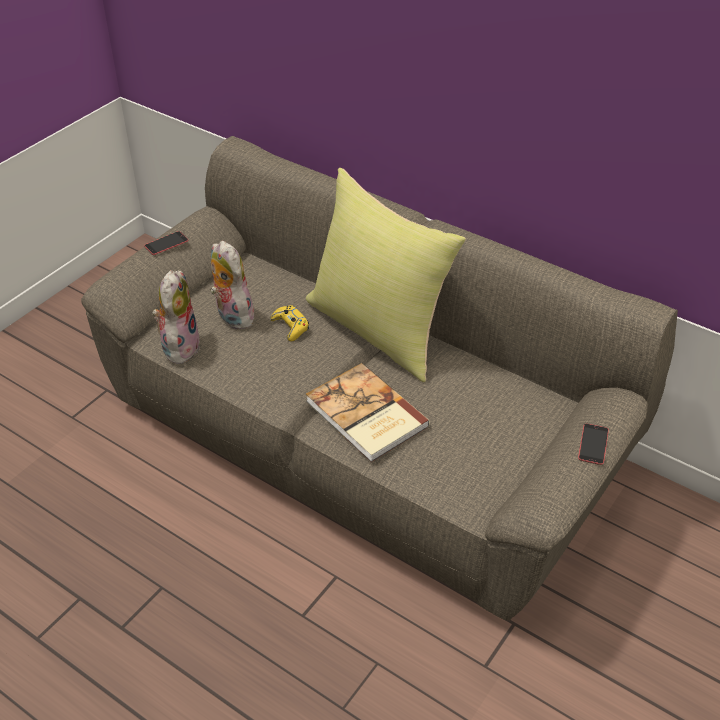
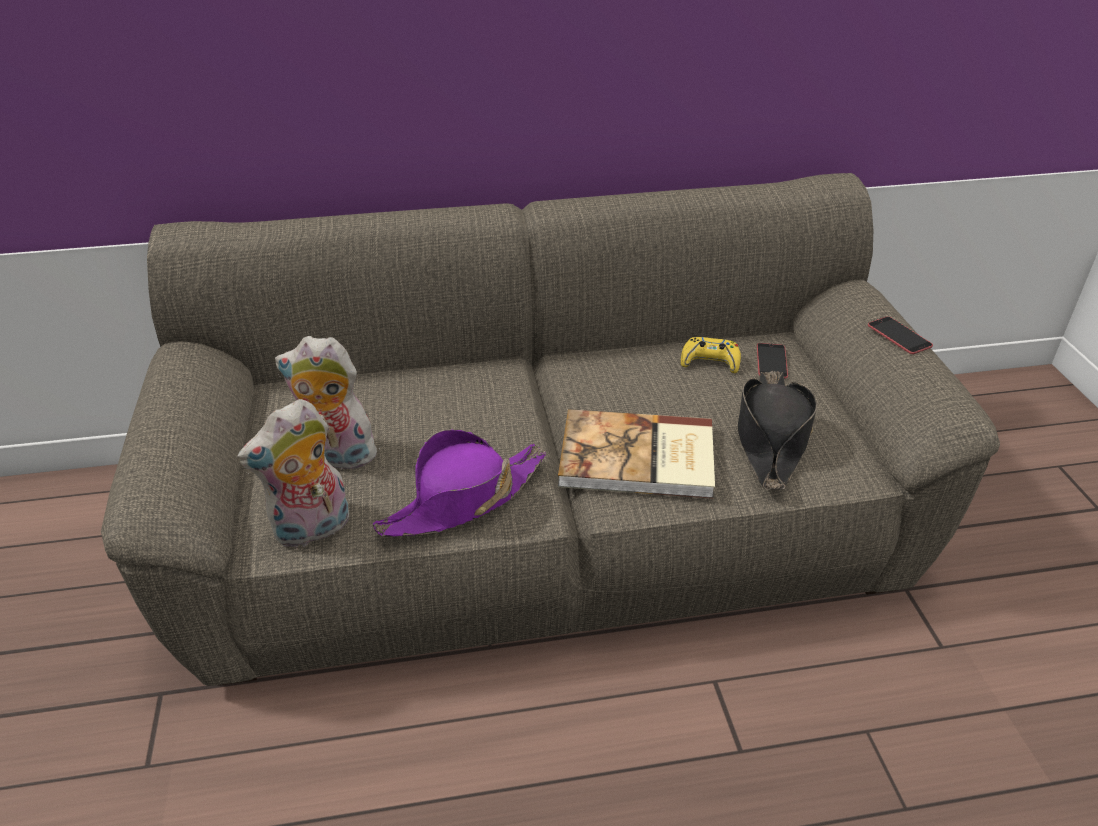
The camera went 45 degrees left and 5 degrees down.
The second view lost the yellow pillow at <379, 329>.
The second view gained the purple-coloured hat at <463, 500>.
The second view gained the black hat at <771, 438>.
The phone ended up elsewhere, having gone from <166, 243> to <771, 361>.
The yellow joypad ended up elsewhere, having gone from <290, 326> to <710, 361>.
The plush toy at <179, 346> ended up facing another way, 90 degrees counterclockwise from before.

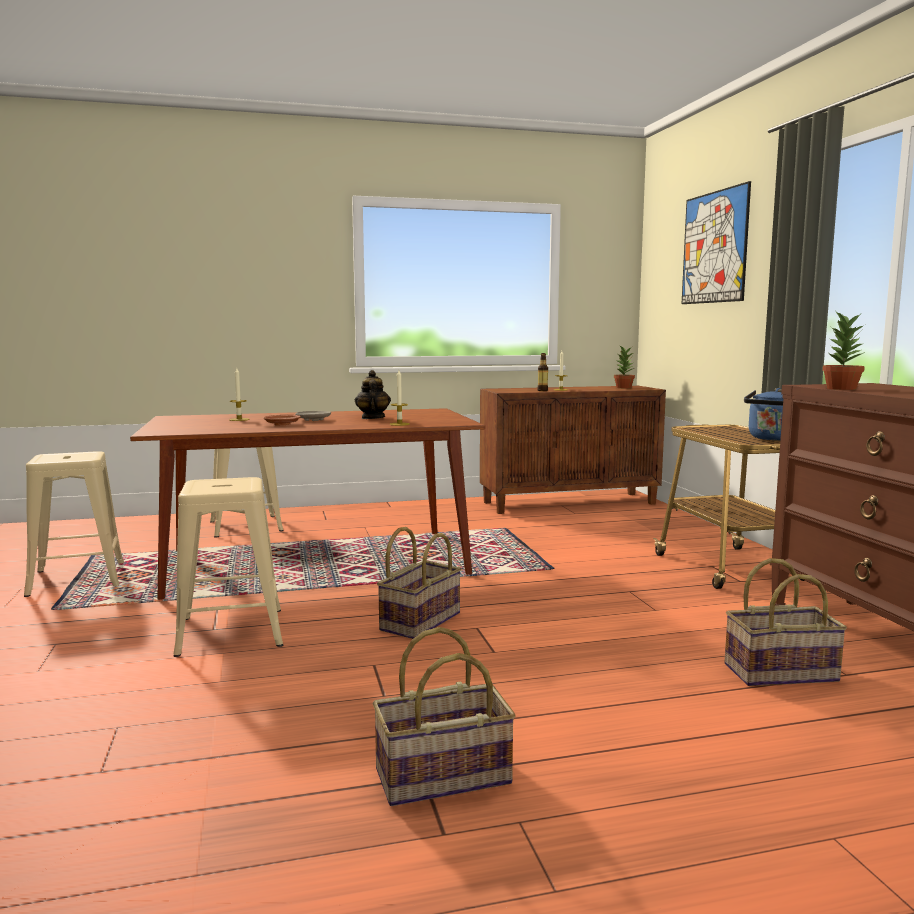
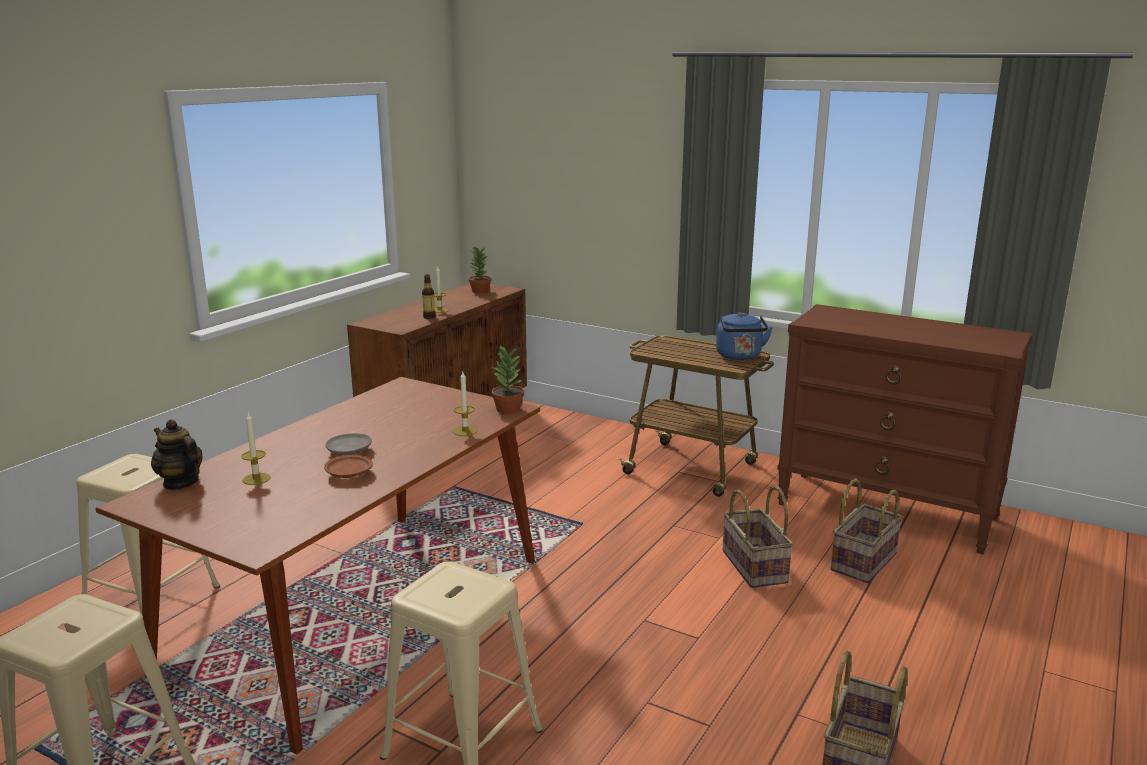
The camera went 45 degrees left and 10 degrees up.
The second view lost the wall art at <714, 247>.
The tea pot ended up elsewhere, having gone from <372, 418> to <180, 482>.
The household basket ended up elsewhere, having gone from <419, 621> to <753, 566>.
The plant in a pot ended up elsewhere, having gone from <840, 388> to <507, 409>.

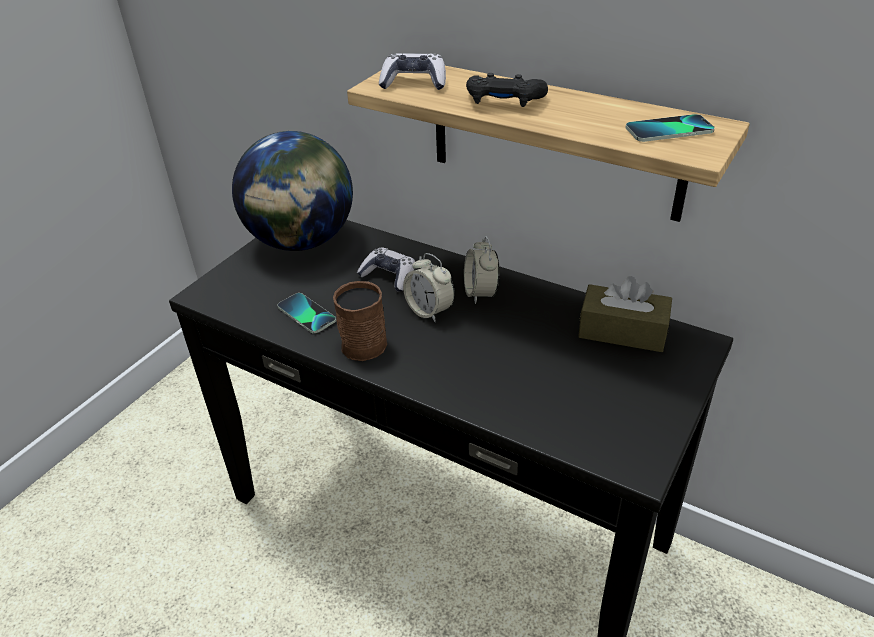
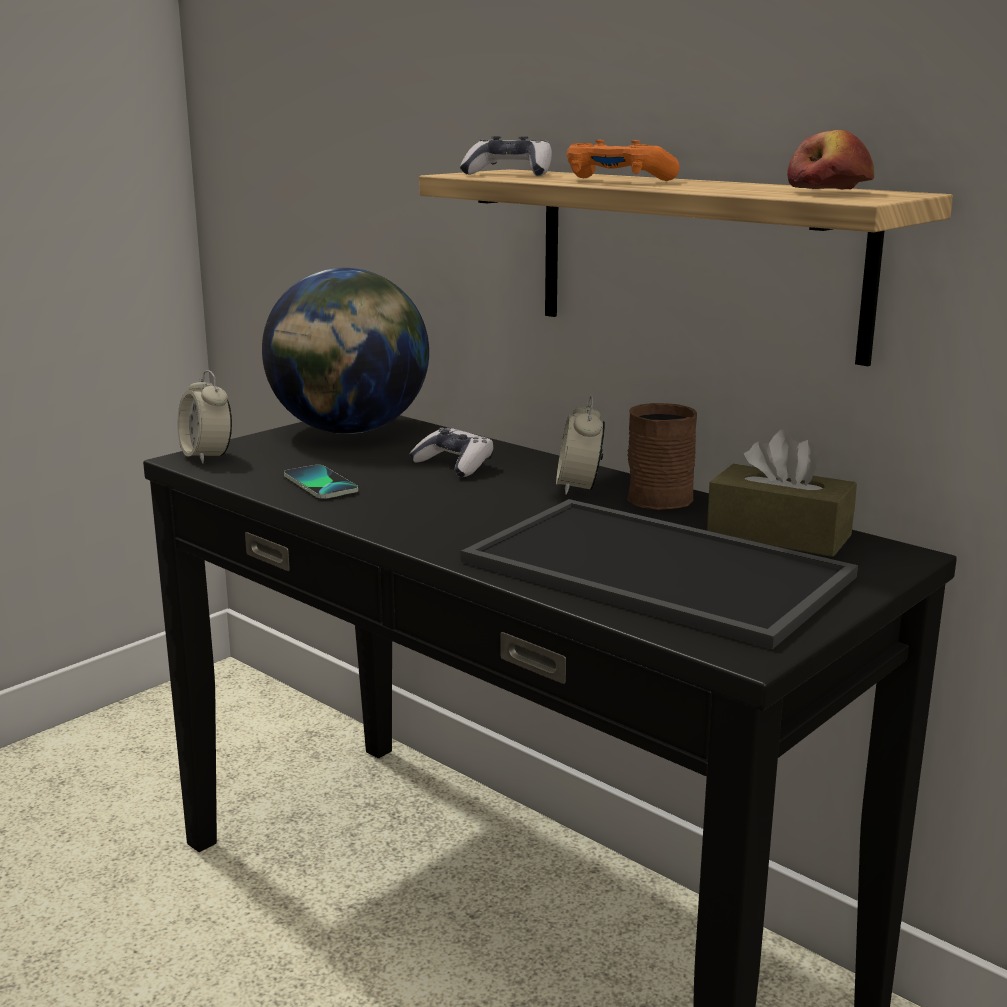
The camera went 10 degrees right and 20 degrees down.
The second view gained the serving tray at <649, 570>.
The brown-coloured coffee mug ended up elsewhere, having gone from <365, 340> to <662, 495>.
The table clock ended up elsewhere, having gone from <429, 311> to <207, 456>.
Where the phone stood at <669, 130>, the apple came to stand at <829, 192>.
What was the black joypad at <504, 102> turned into the orangey joypad at <617, 181>.

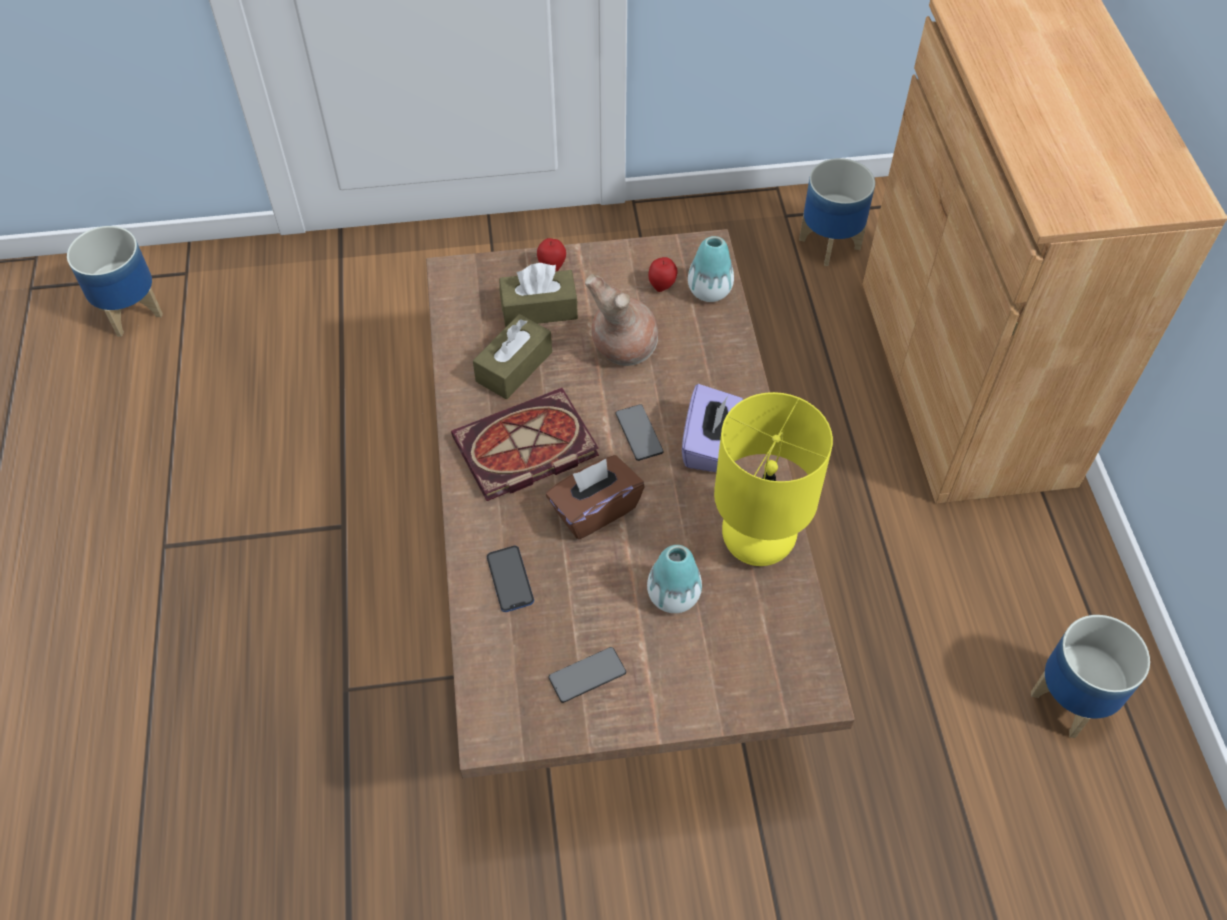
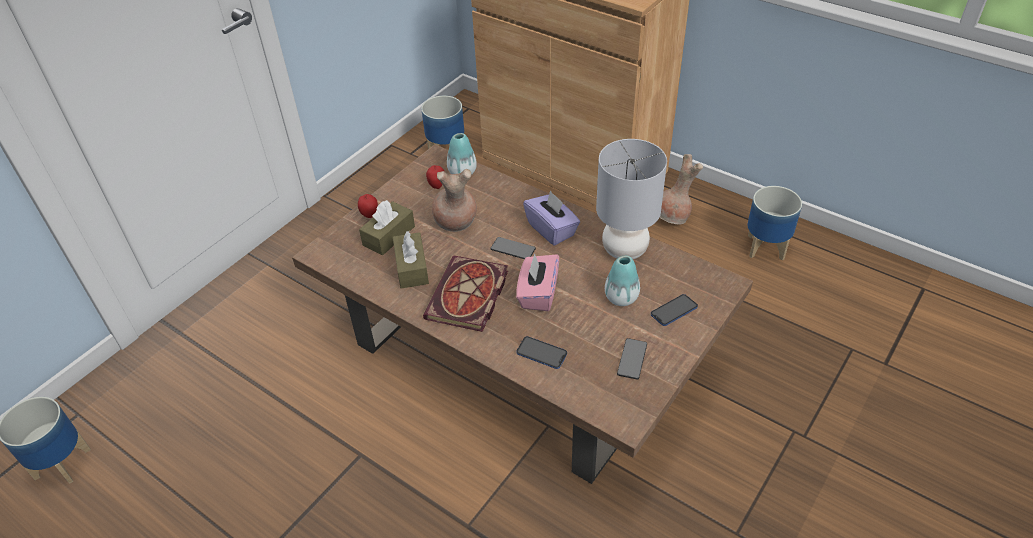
The camera went 45 degrees left and 10 degrees down.
The second view gained the phone at <674, 311>.
The second view gained the brown-coloured decorative vase at <673, 218>.
What was the brown-coloured tissue box at <594, 509> turned into the pink-coloured tissue box at <538, 294>.
What was the yellow tabletop lamp at <757, 544> turned into the gray tabletop lamp at <625, 250>.

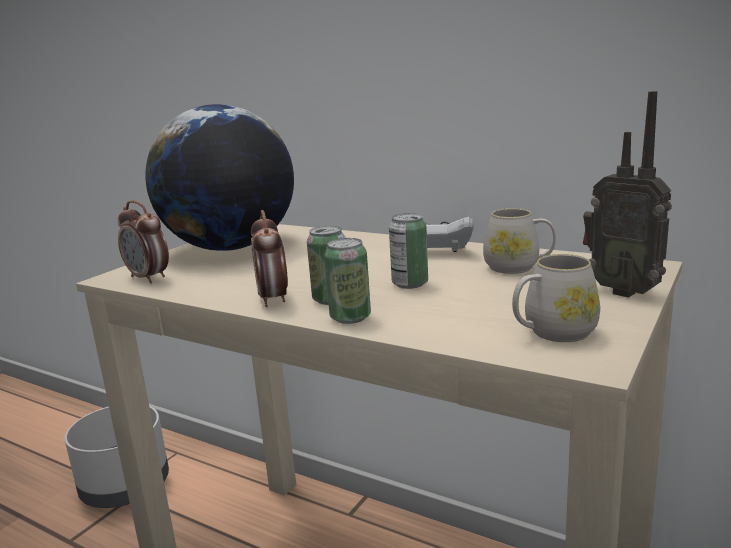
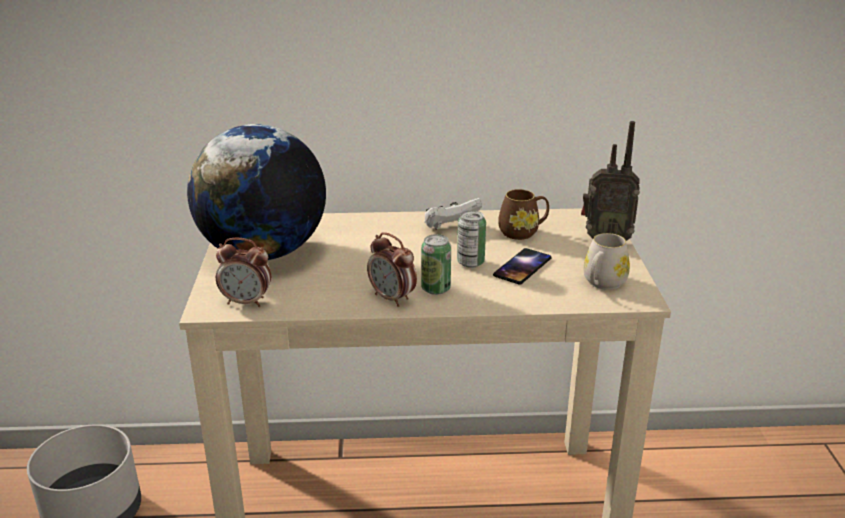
The camera went 35 degrees left and 10 degrees up.
The second view lost the metal can at <350, 317>.
The second view gained the phone at <522, 267>.
What was the white-coloured coffee mug at <518, 267> turned into the brown-coloured coffee mug at <523, 232>.

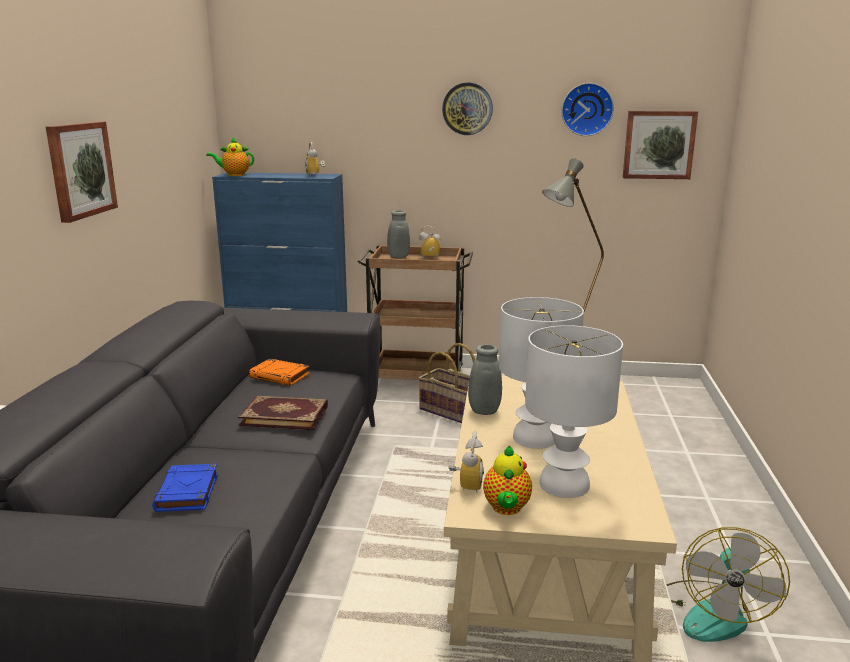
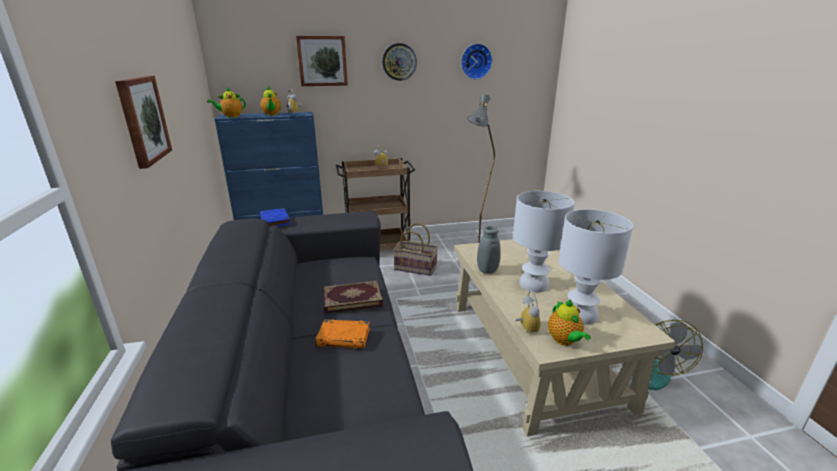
The camera went 20 degrees left and 5 degrees up.
The second view lost the gray decorative vase at <397, 258>.
The second view gained the tea pot at <272, 114>.
The bluish volume ended up elsewhere, having gone from <187, 493> to <275, 221>.
The orangey volume ended up elsewhere, having gone from <280, 376> to <344, 337>.
The wall art ended up elsewhere, having gone from <658, 144> to <322, 61>.

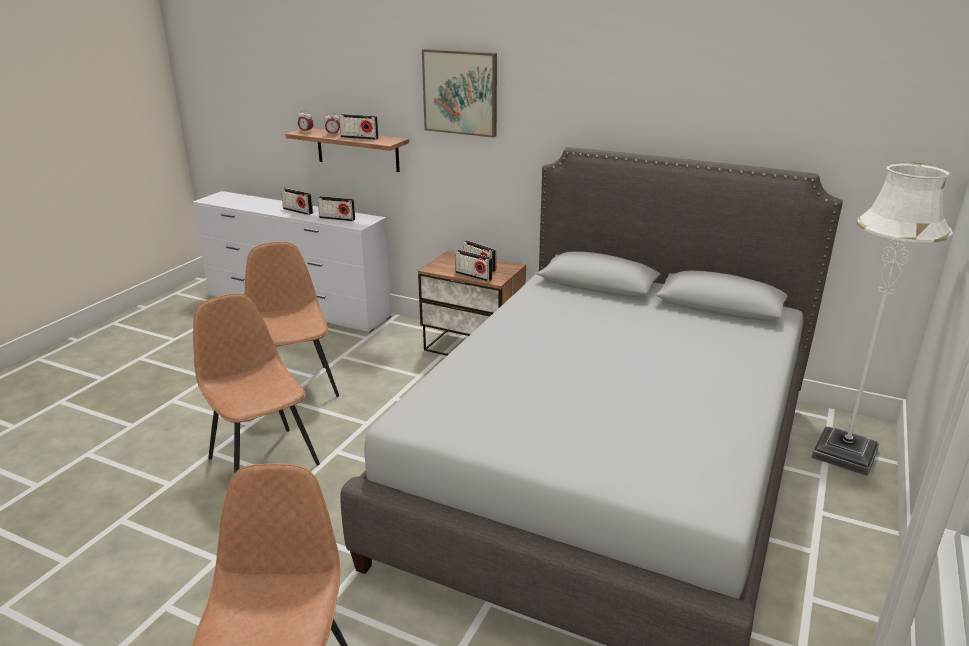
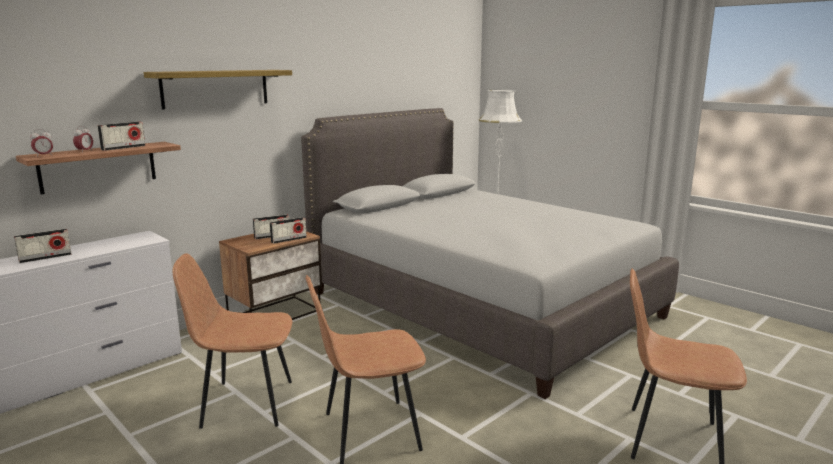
The camera went 70 degrees left and 10 degrees down.
The second view lost the radio receiver at <337, 218>.
Where the wall art hung at <460, 92>, the bracket shelf came to hang at <216, 88>.

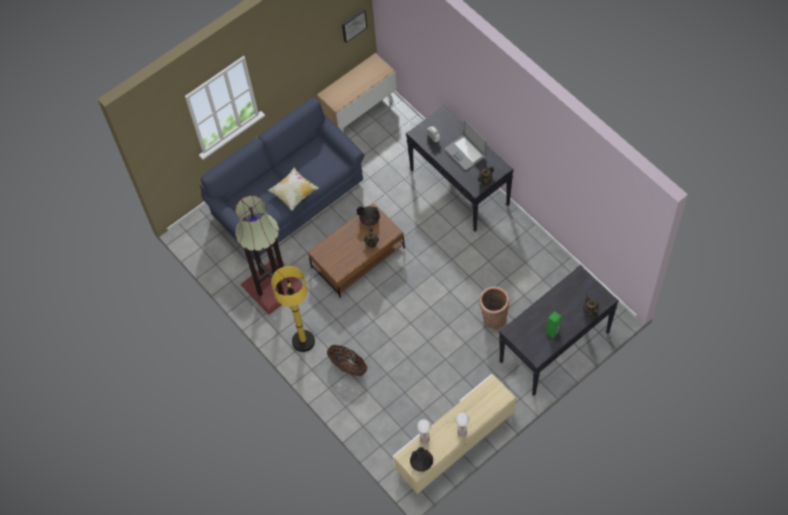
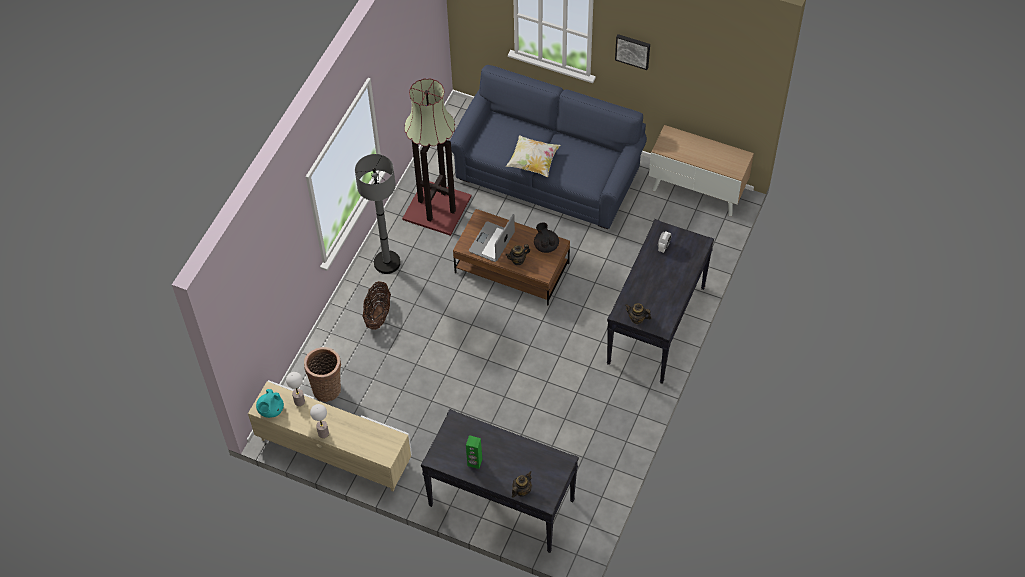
The camera went 60 degrees right and 5 degrees down.
The wall art ended up elsewhere, having gone from <353, 24> to <633, 50>.
The portable computer ended up elsewhere, having gone from <465, 152> to <492, 242>.
The household basket ended up elsewhere, having gone from <493, 318> to <327, 387>.
What was the yellow floor lamp at <303, 341> turned into the gray floor lamp at <387, 262>.
What was the black tea pot at <422, 463> turned into the turquoise-coloured tea pot at <270, 410>.

